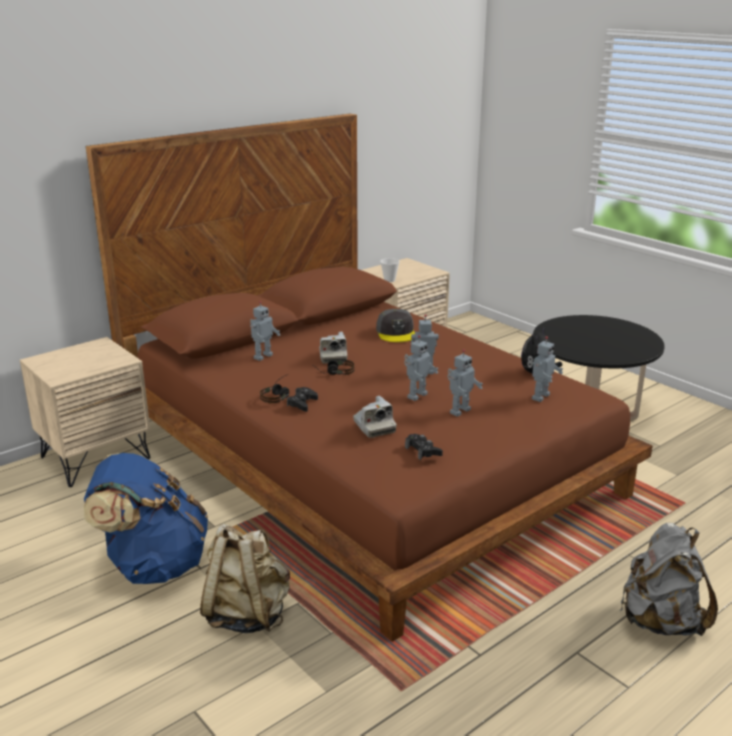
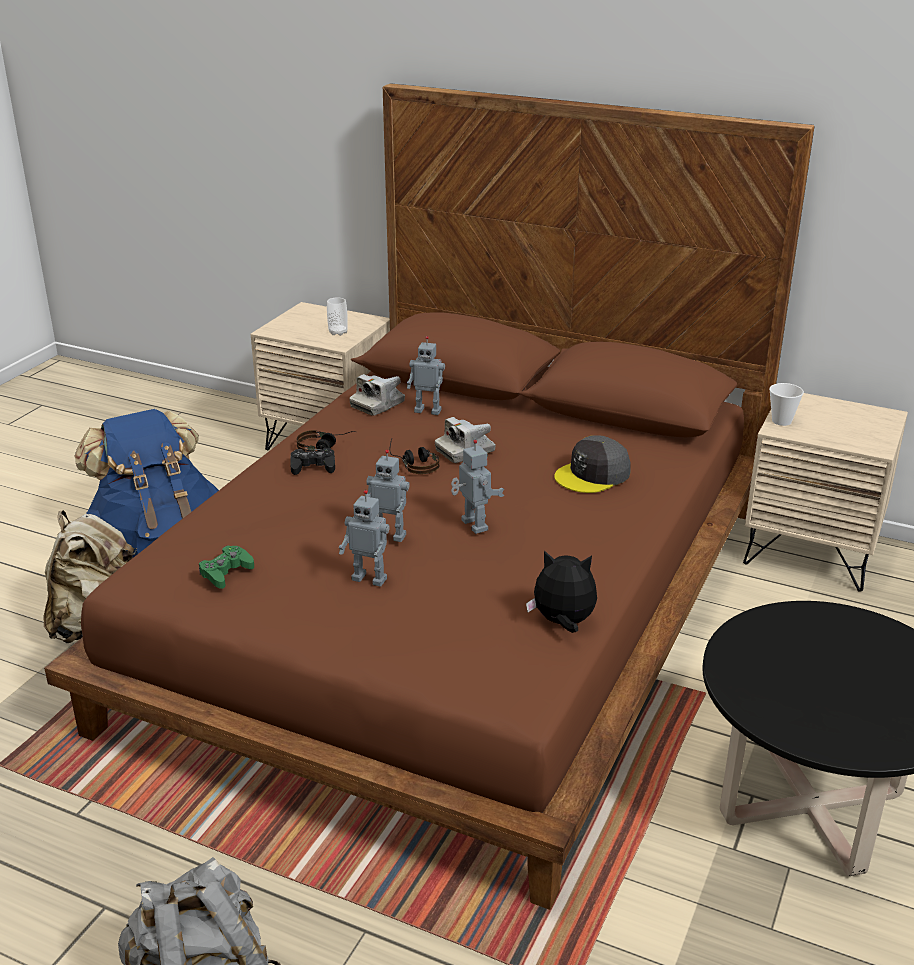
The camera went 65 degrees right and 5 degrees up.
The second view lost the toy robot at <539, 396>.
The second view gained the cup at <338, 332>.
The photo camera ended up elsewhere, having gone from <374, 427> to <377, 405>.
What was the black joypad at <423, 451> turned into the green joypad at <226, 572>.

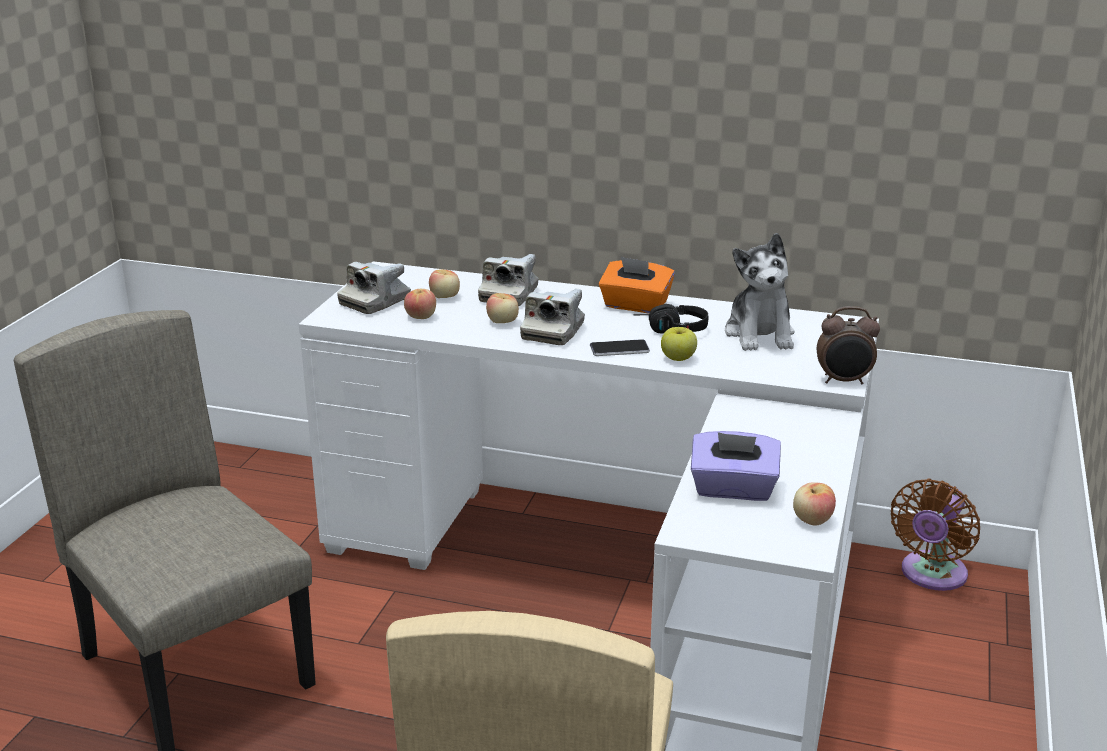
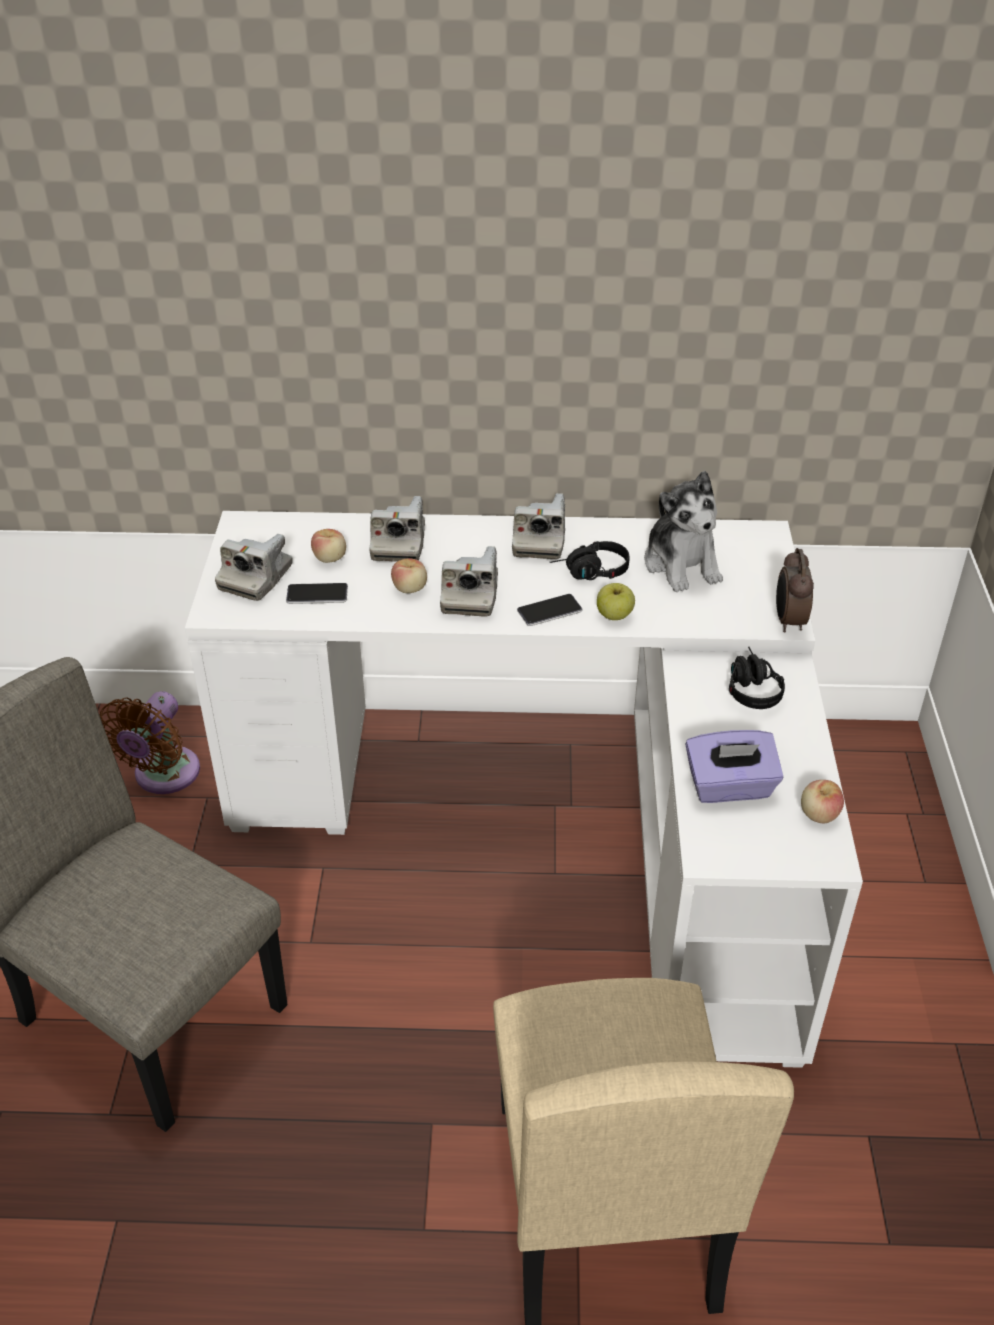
The camera went 15 degrees left and 15 degrees up.
The second view gained the black headphones at <749, 686>.
The brown-coloured fan ended up elsewhere, having gone from <931, 575> to <163, 776>.
Where the apple stood at <420, 317>, the phone came to stand at <317, 594>.
Where the orangey tissue box stood at <635, 306>, the photo camera came to stand at <539, 540>.
The table clock at <844, 381> ended up facing another way, 105 degrees clockwise from before.

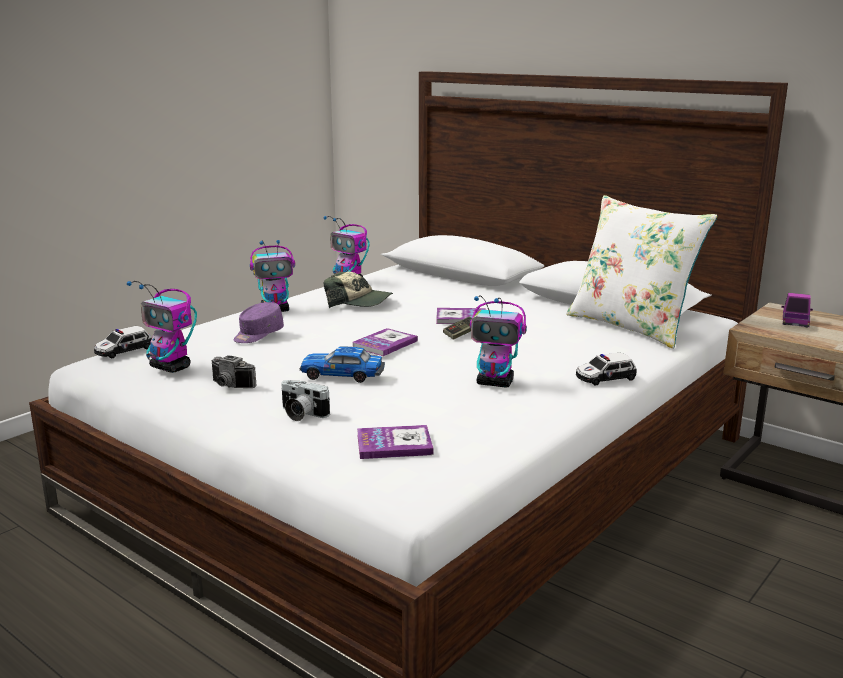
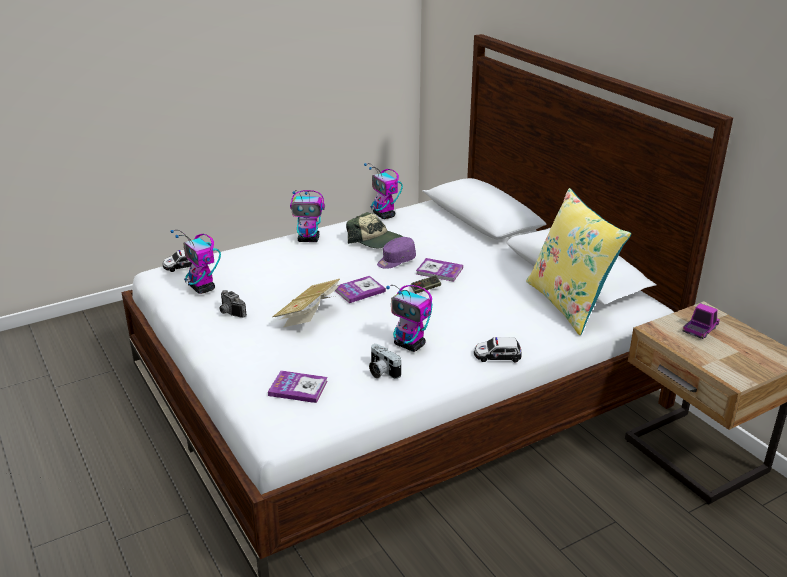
The camera went 20 degrees right and 10 degrees up.
The purple-coloured peaked cap ended up elsewhere, having gone from <258, 334> to <396, 261>.
The photo camera ended up elsewhere, having gone from <301, 414> to <381, 371>.
Where the model car stood at <343, 375>, the volume came to stand at <310, 316>.
What was the white-coloured pillow at <631, 326> turned into the yellow pillow at <569, 304>.

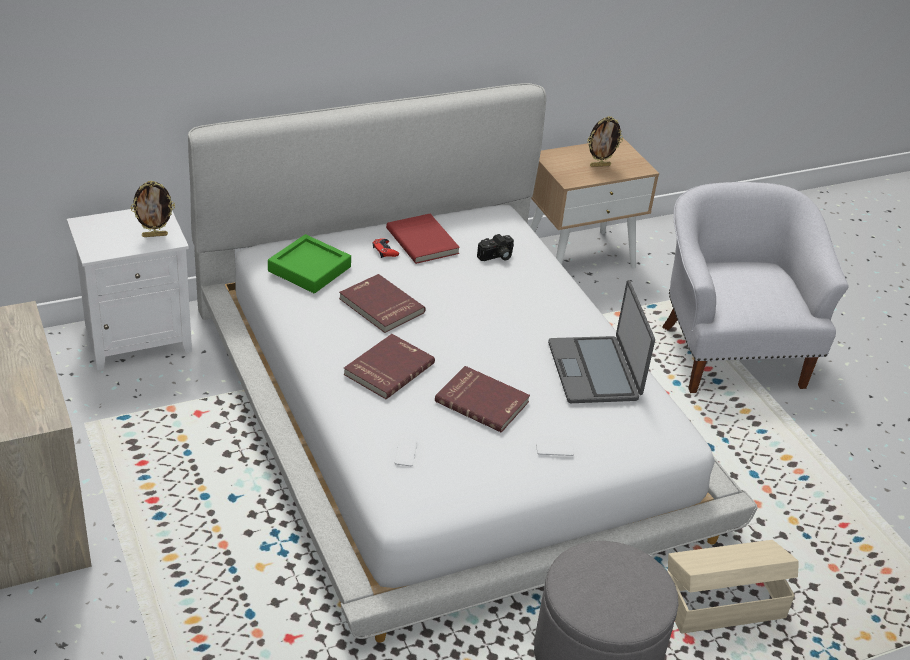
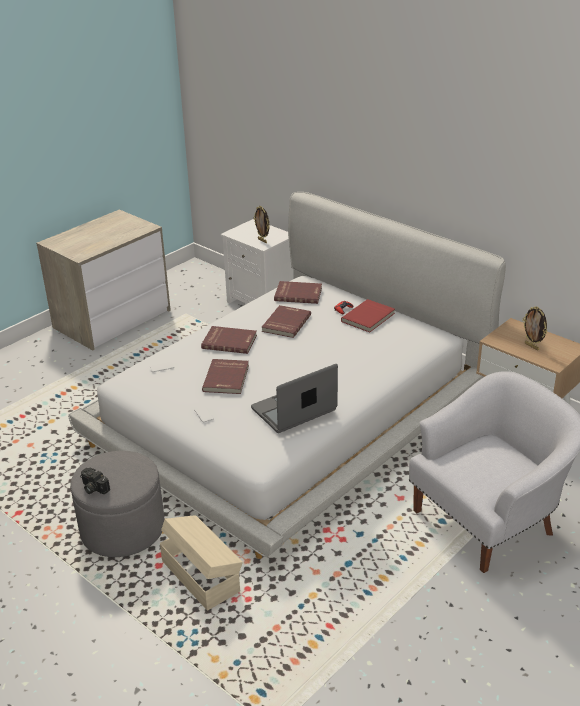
The camera went 70 degrees right and 5 degrees down.
The photo camera ended up elsewhere, having gone from <496, 257> to <93, 488>.
Where the green serving tray stood at <309, 269>, the red volume came to stand at <298, 294>.

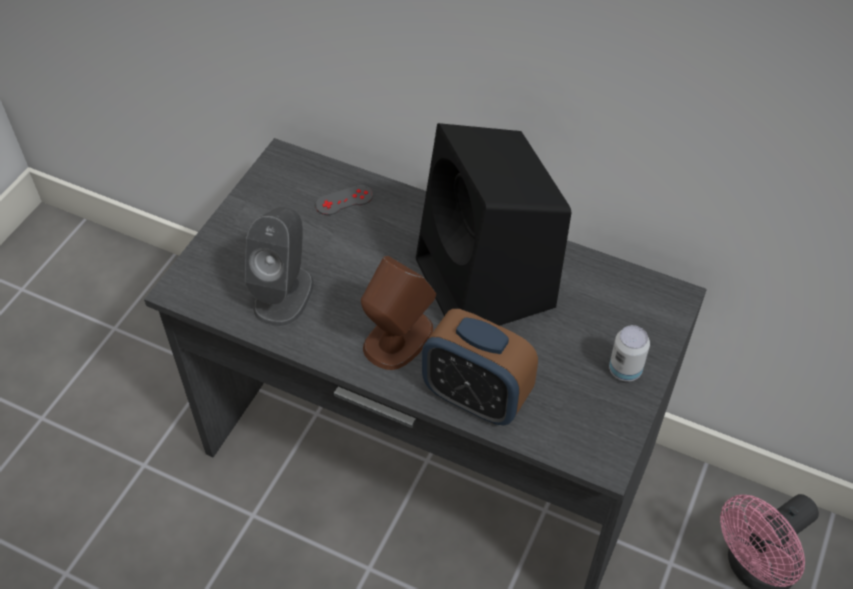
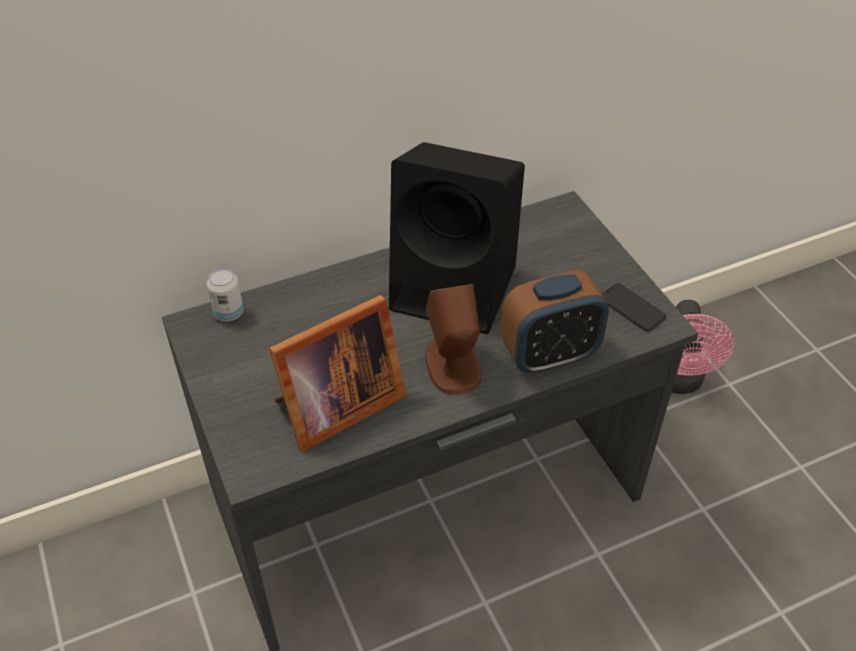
The camera went 50 degrees left and 5 degrees down.
The second view lost the gray joypad at <344, 200>.
The second view gained the phone at <632, 308>.
The metal can ended up elsewhere, having gone from <625, 370> to <229, 313>.
Where the gray speaker stood at <284, 294>, the standing frame came to stand at <335, 407>.

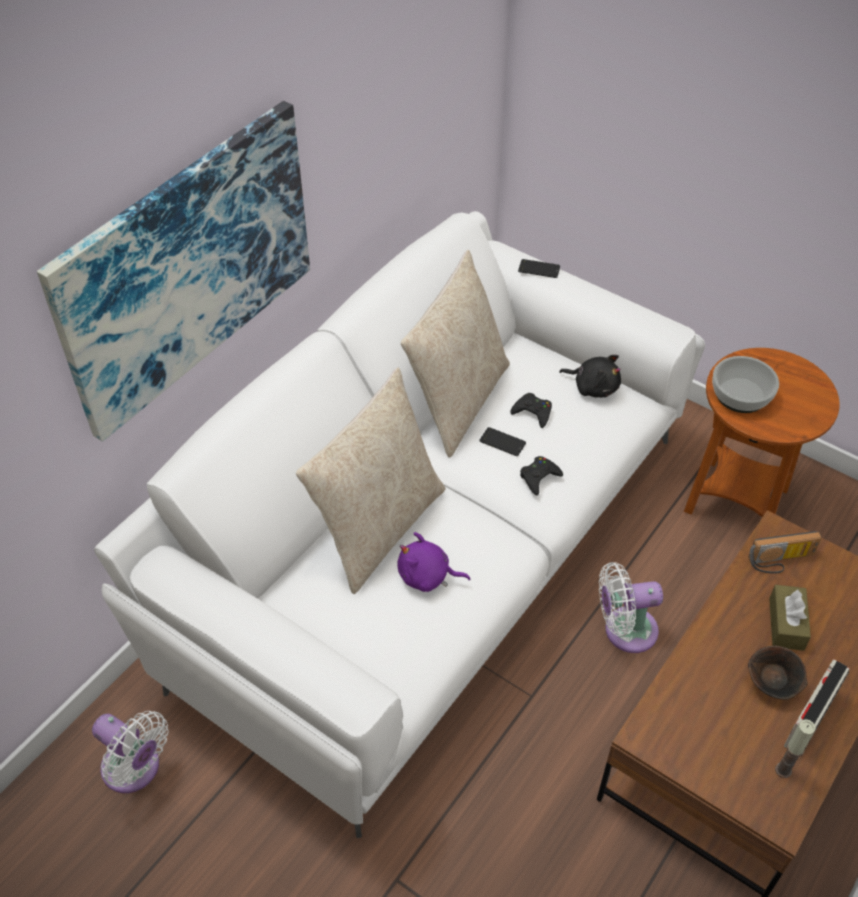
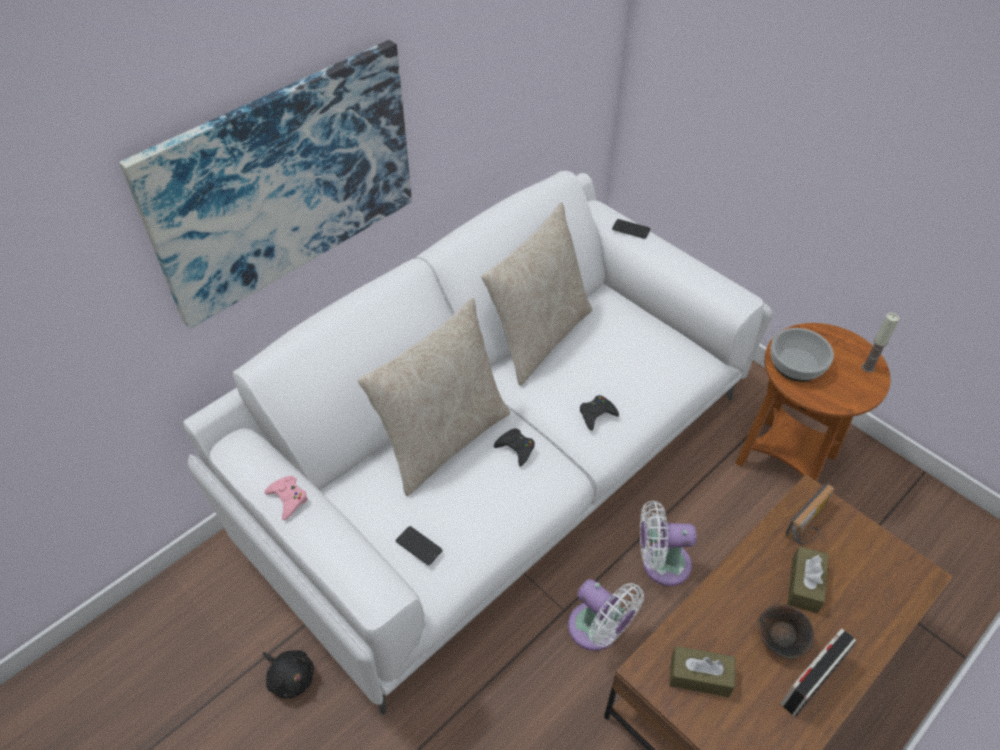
The camera went 10 degrees right and 0 degrees up.
The second view lost the purple-coloured plush toy at <427, 576>.
The second view gained the pink-coloured joypad at <288, 498>.
The second view gained the brown-coloured tissue box at <699, 676>.
The white-coloured fan ended up elsewhere, having gone from <135, 769> to <598, 630>.
The phone ended up elsewhere, having gone from <502, 442> to <419, 546>.
The black joypad ended up elsewhere, having gone from <533, 412> to <516, 448>.
The black plush toy ended up elsewhere, having gone from <593, 386> to <290, 677>.
The candle ended up elsewhere, having gone from <783, 770> to <867, 367>.
The radio receiver at <781, 562> ended up facing another way, 45 degrees counterclockwise from before.

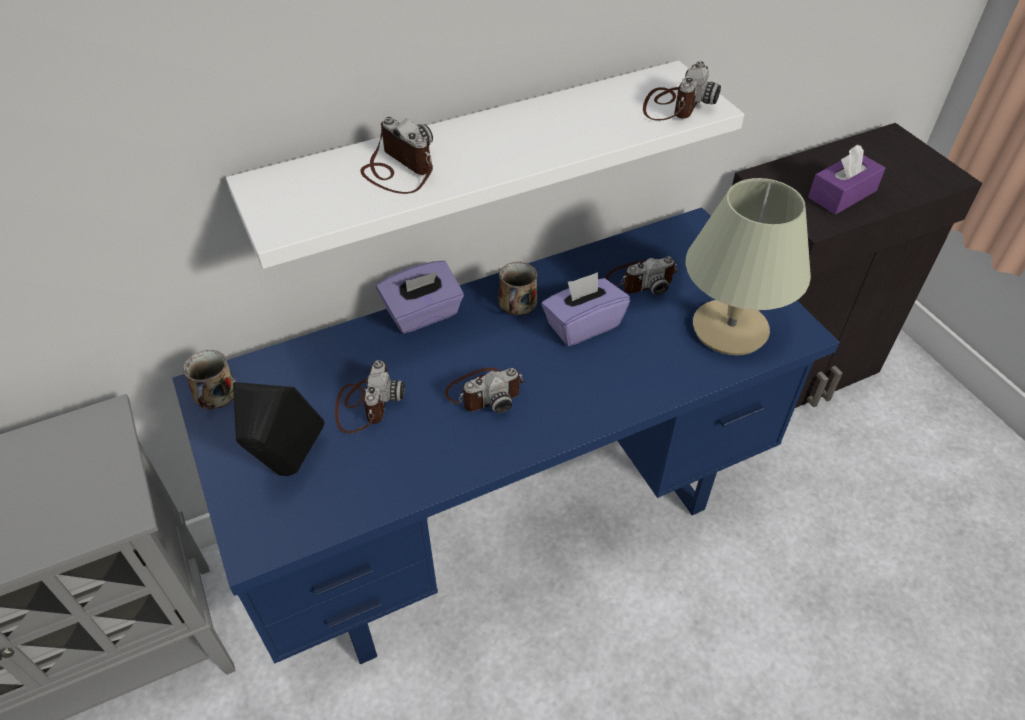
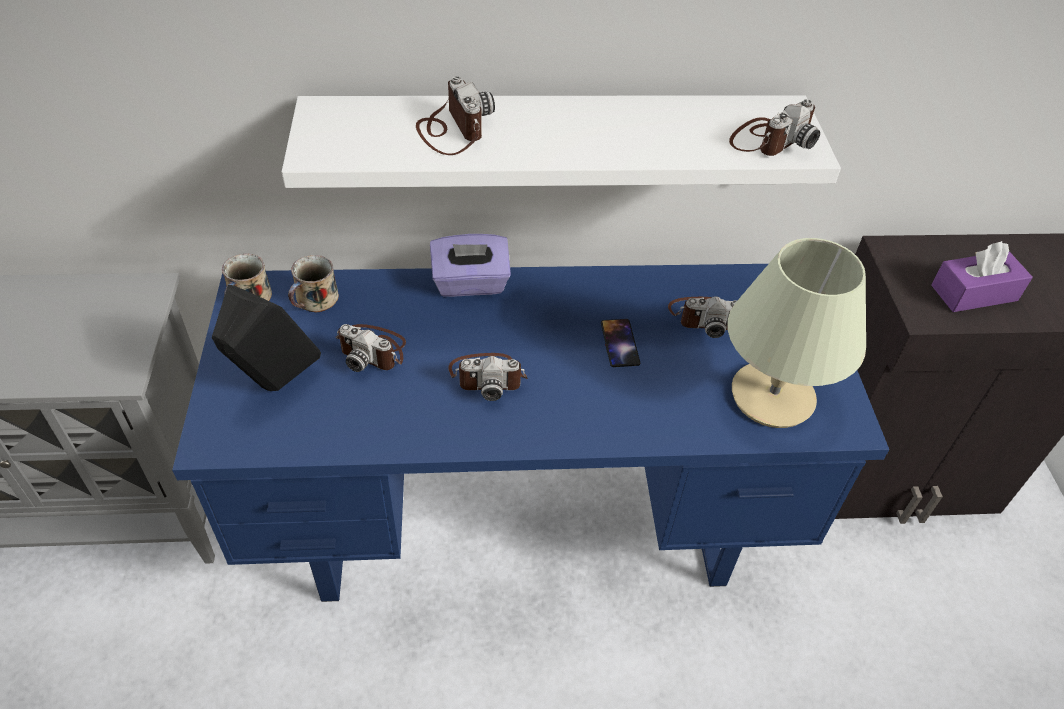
The camera went 20 degrees right and 0 degrees up.
The coffee mug ended up elsewhere, having gone from <517, 304> to <316, 300>.
Where the purple-coloured tissue box stood at <582, 325>, the phone came to stand at <619, 343>.
The photo camera at <366, 404> ended up facing another way, 90 degrees clockwise from before.

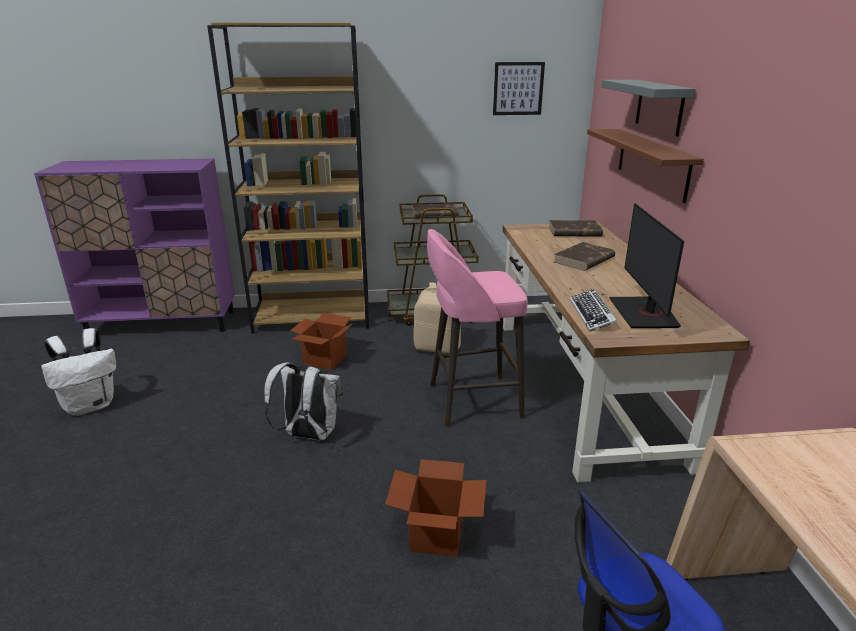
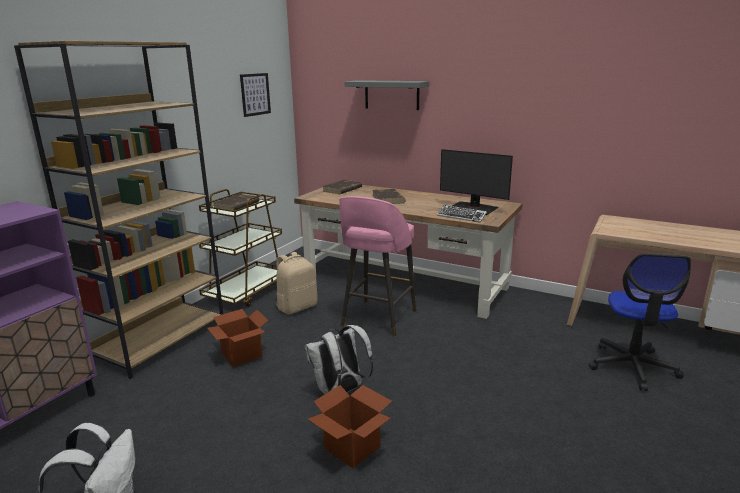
The camera went 55 degrees left and 5 degrees down.
The second view lost the brown-coloured bracket shelf at <652, 163>.
The carton ended up elsewhere, having gone from <436, 534> to <351, 448>.

